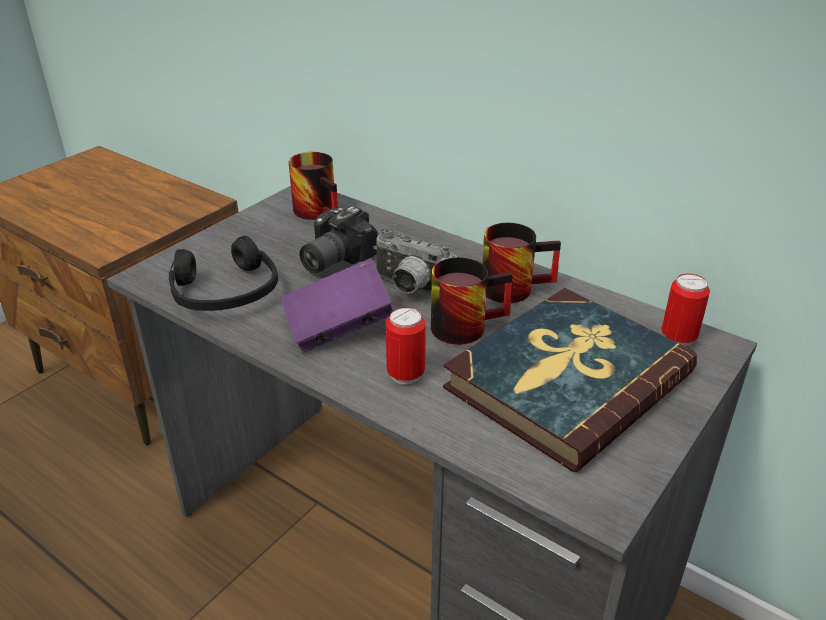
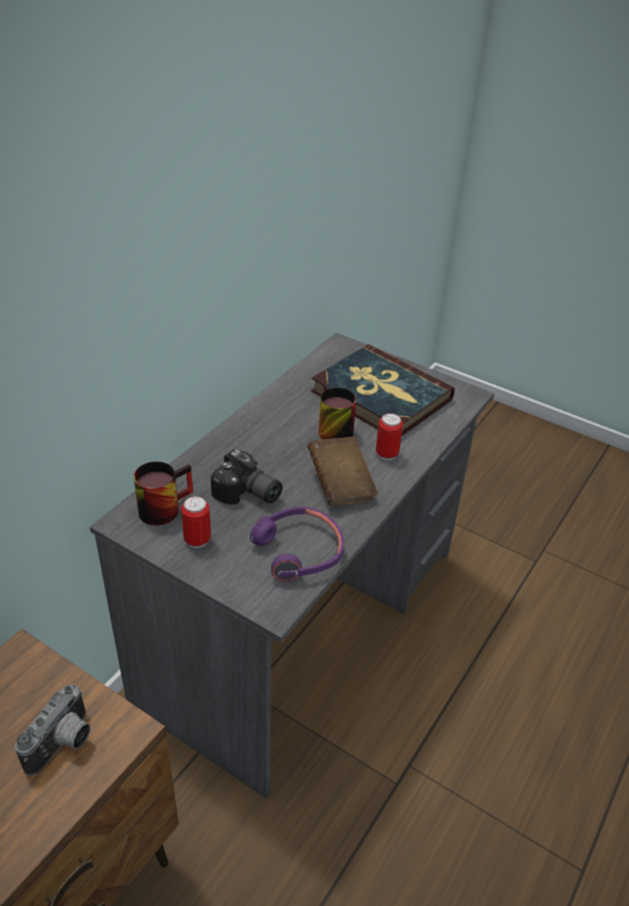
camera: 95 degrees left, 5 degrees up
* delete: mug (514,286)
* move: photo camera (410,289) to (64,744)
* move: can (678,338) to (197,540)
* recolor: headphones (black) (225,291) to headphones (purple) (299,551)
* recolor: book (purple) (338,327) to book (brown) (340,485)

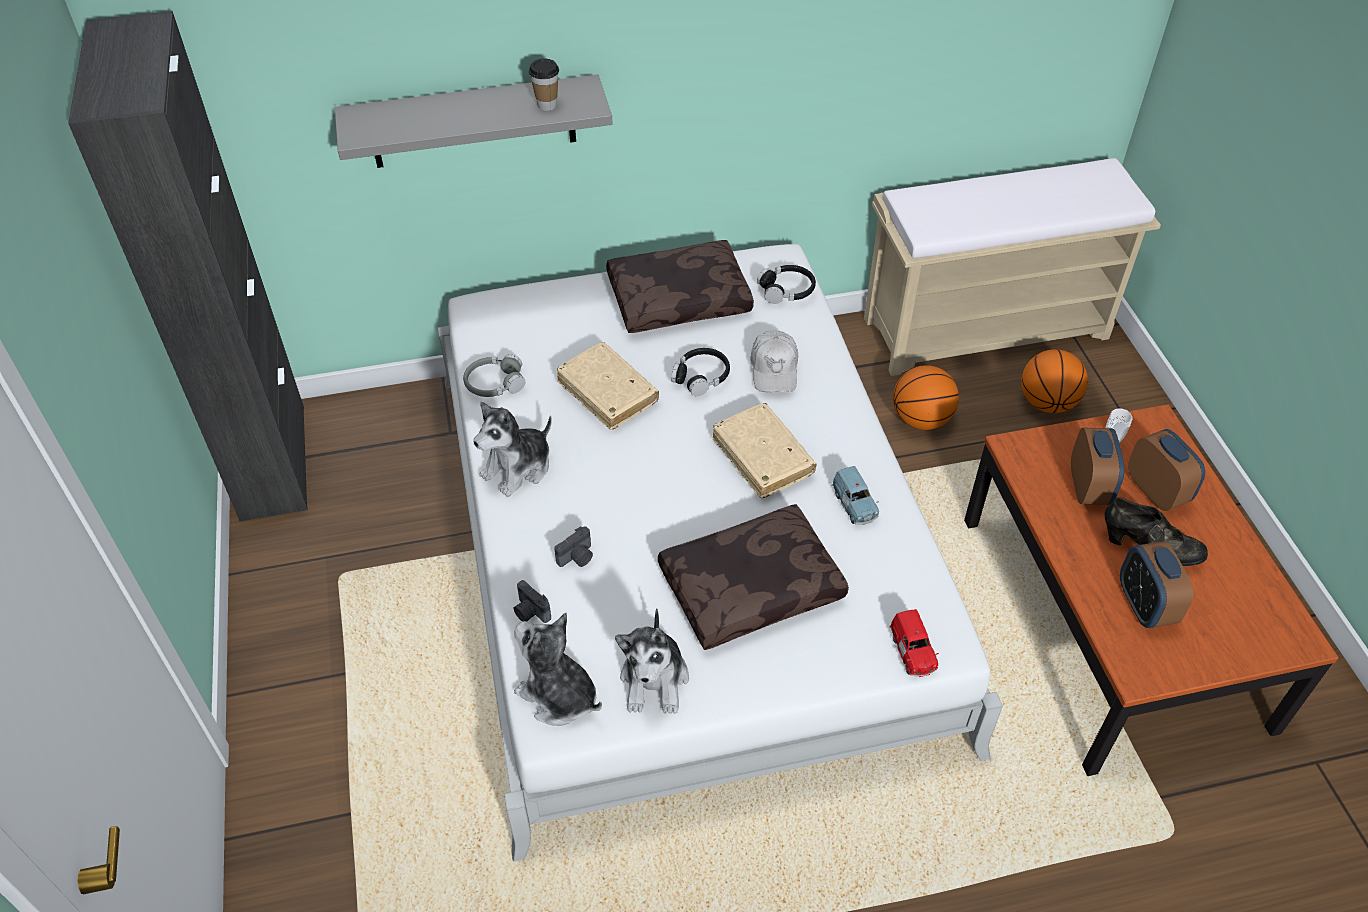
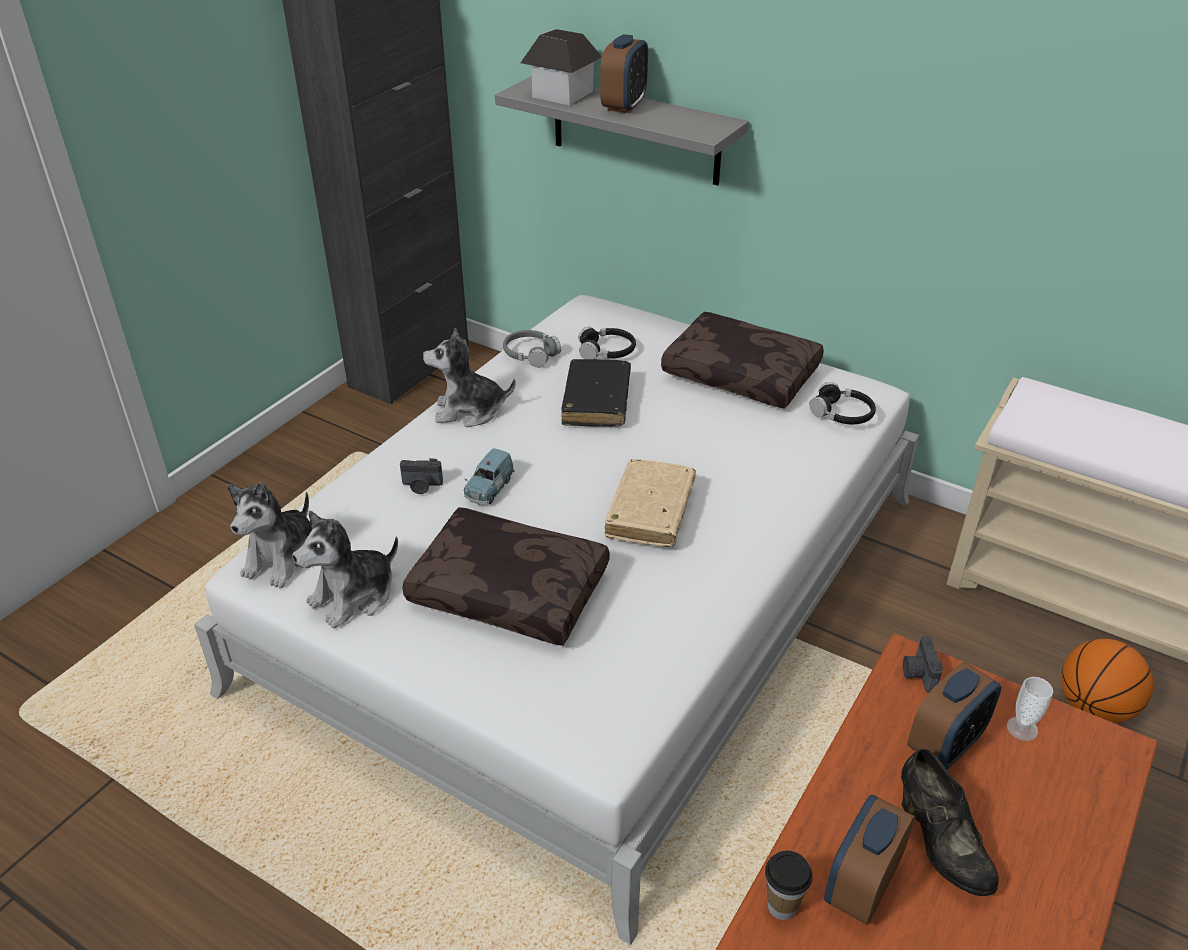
camera: 45 degrees right, 10 degrees down
* delete: cap (white) (774,369)
* delete: toy car (red) (912,652)
* delete: basketball (921,419)
* insert: toy house (562,94)
* move: photo camera (530,612) to (918,674)
* move: cup (547,105) to (782,906)
* move: headphones (black) (701,377) to (607,351)
* move: toy car (blue) (854,505) to (488,489)
* move: alarm clock (1156,491) to (624,106)
* recolor: book (beige) (607,393) to book (black) (596,402)
* rotate: plush toy (558,696) = (283,558) 150 degrees counterclockwise

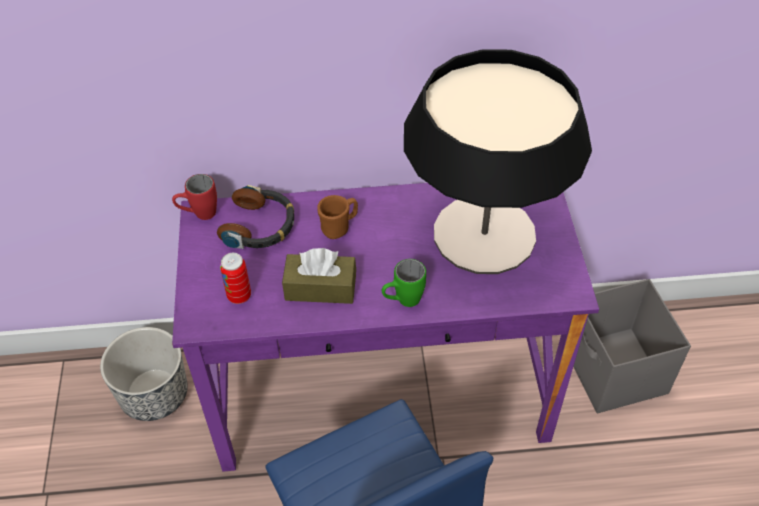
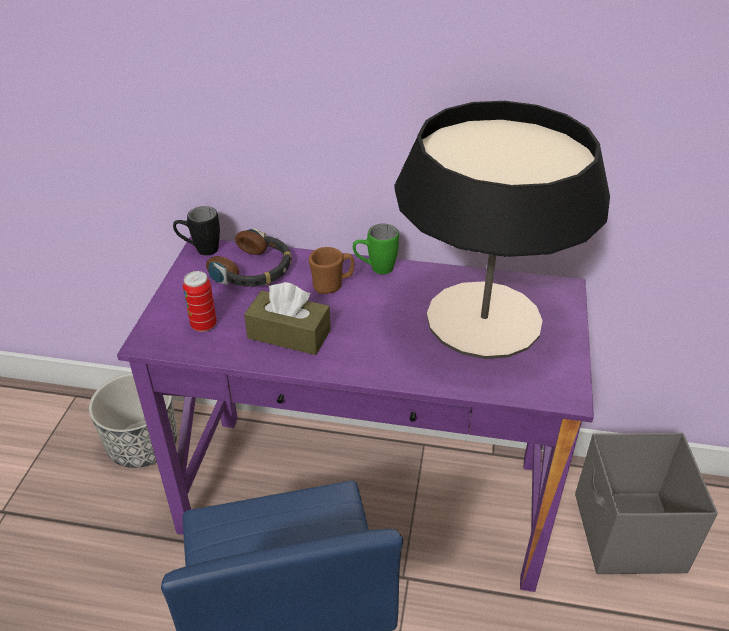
camera: 15 degrees right, 10 degrees down
* move: mug (green) (402,301) to (375,269)
* recolor: mug (red) (199,214) to mug (black) (200,250)

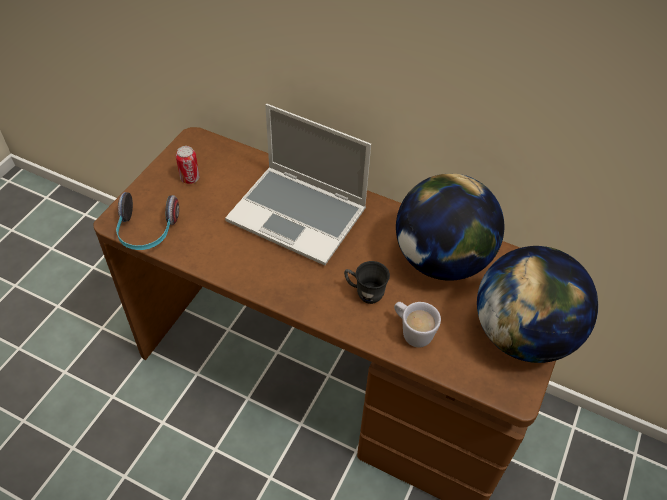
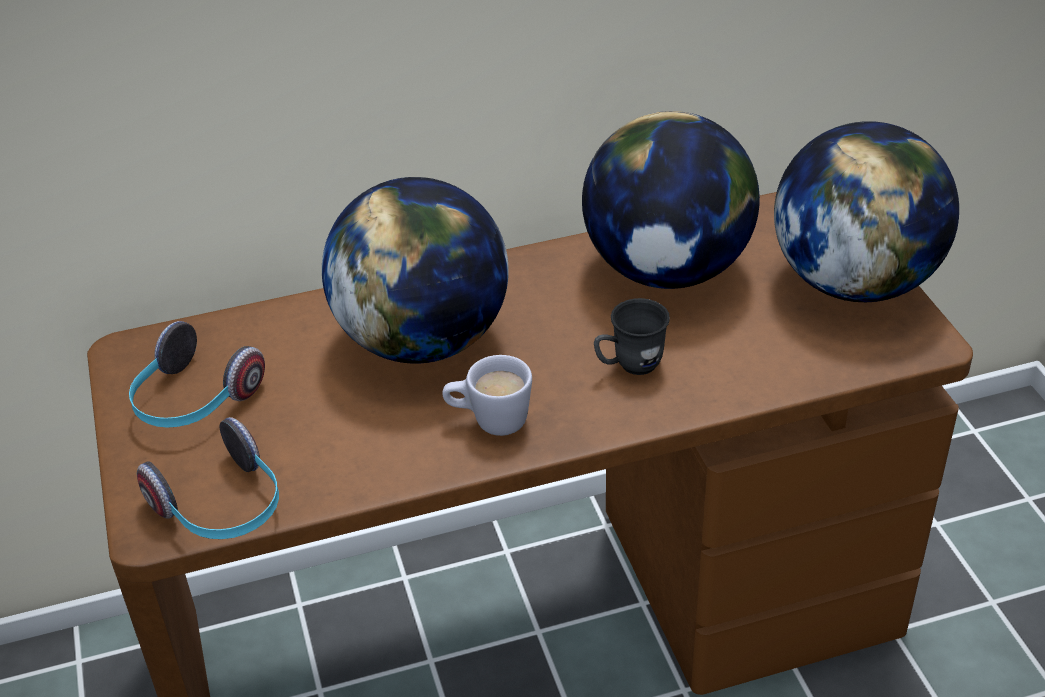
camera: 40 degrees left, 10 degrees down
* move: mug (white) (412,332) to (489,421)
* replace: can (190,178) to headphones (193,401)
* replace: laptop (299,215) to globe (423,340)

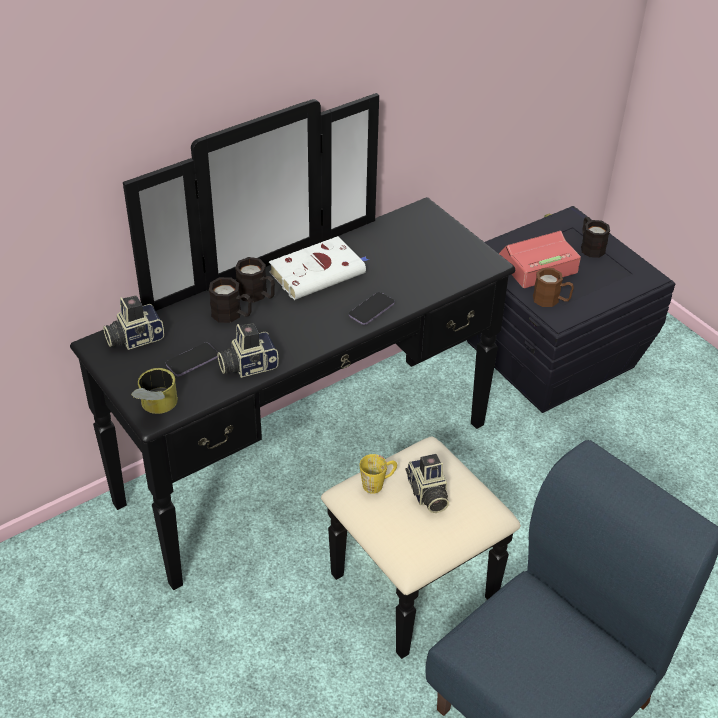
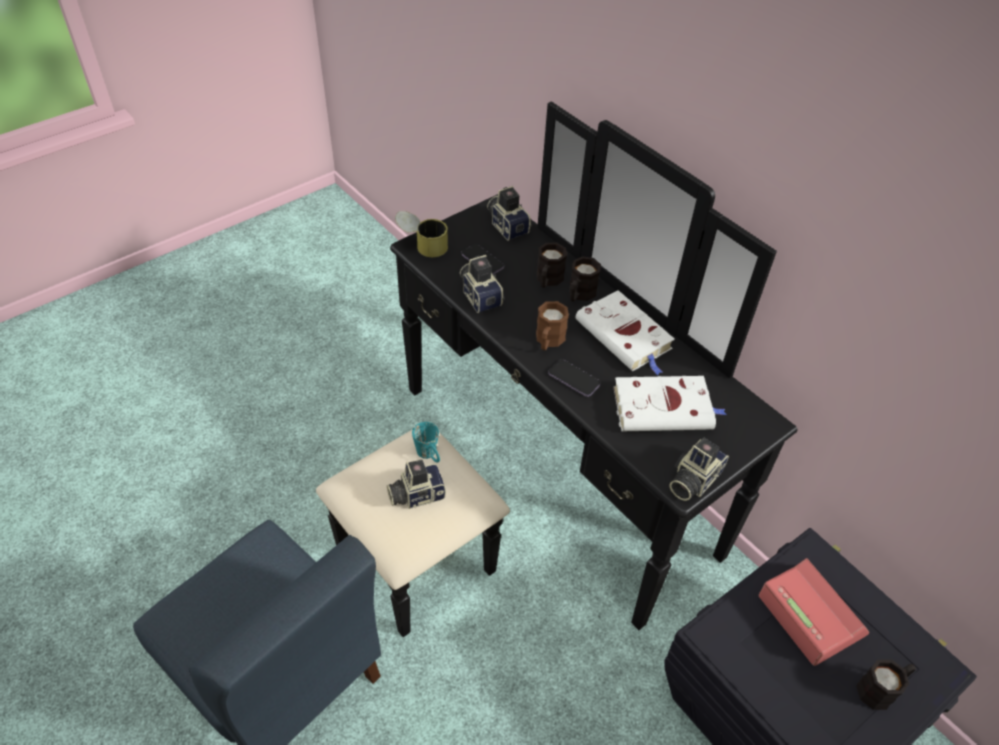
camera: 85 degrees right, 5 degrees up
* insert: book (white) (665,408)
* insert: photo camera (692,479)
* move: mug (brown) (551,300) to (548,341)
* recolor: mug (yellow) (378,483) to mug (turquoise) (430,455)

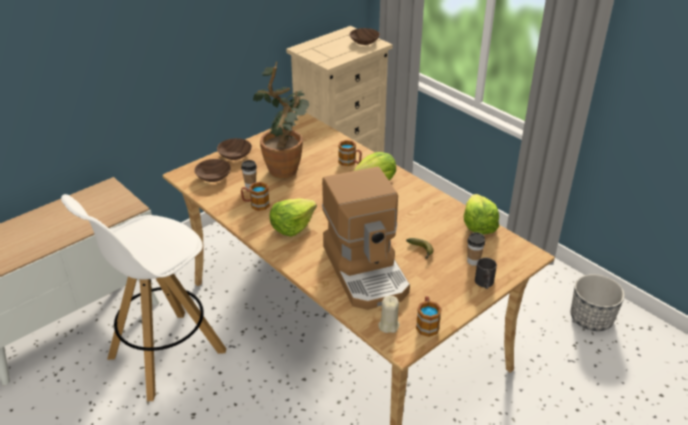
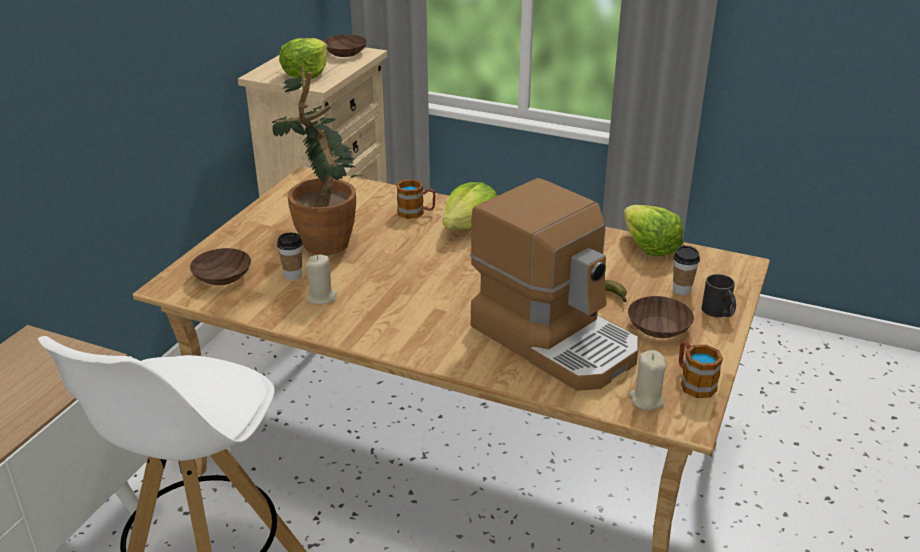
camera: 25 degrees left, 5 degrees down
* delete: planter (591,319)
* move: bowl (brown) (234,155) to (659,328)
* move: lettuce (292,226) to (306,73)
* replace: mug (256,204) to candle (beige) (321,297)

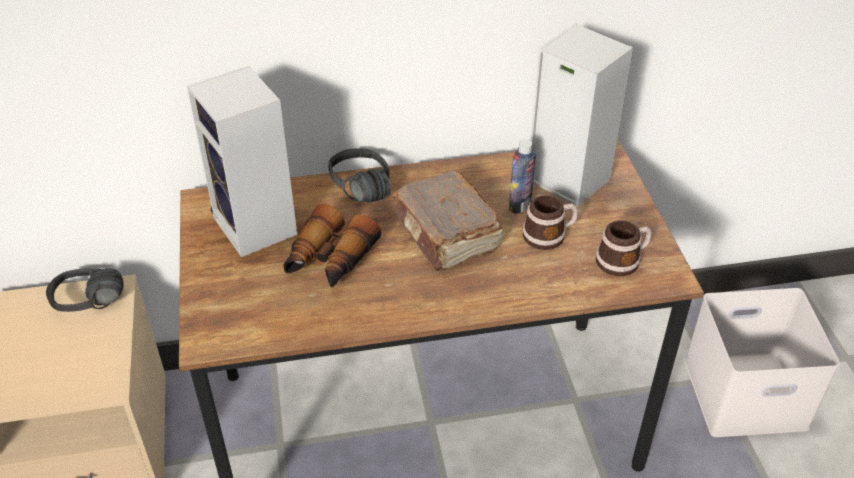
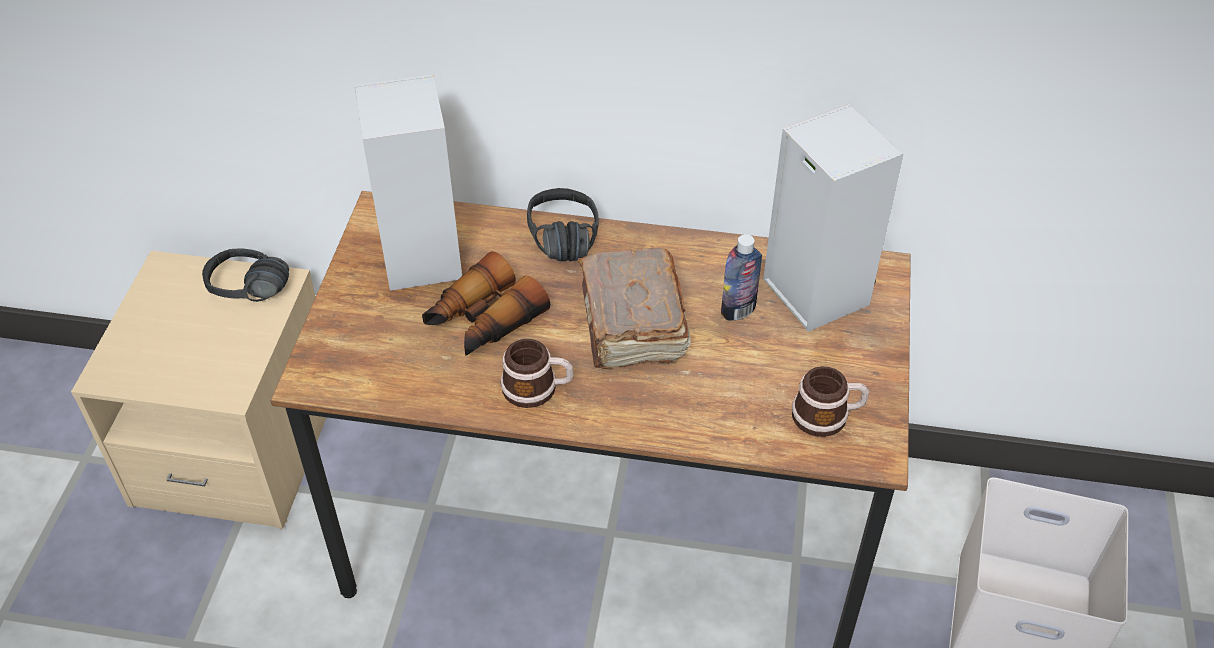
camera: 20 degrees right, 5 degrees up
* move: mug (549,235) to (537,388)

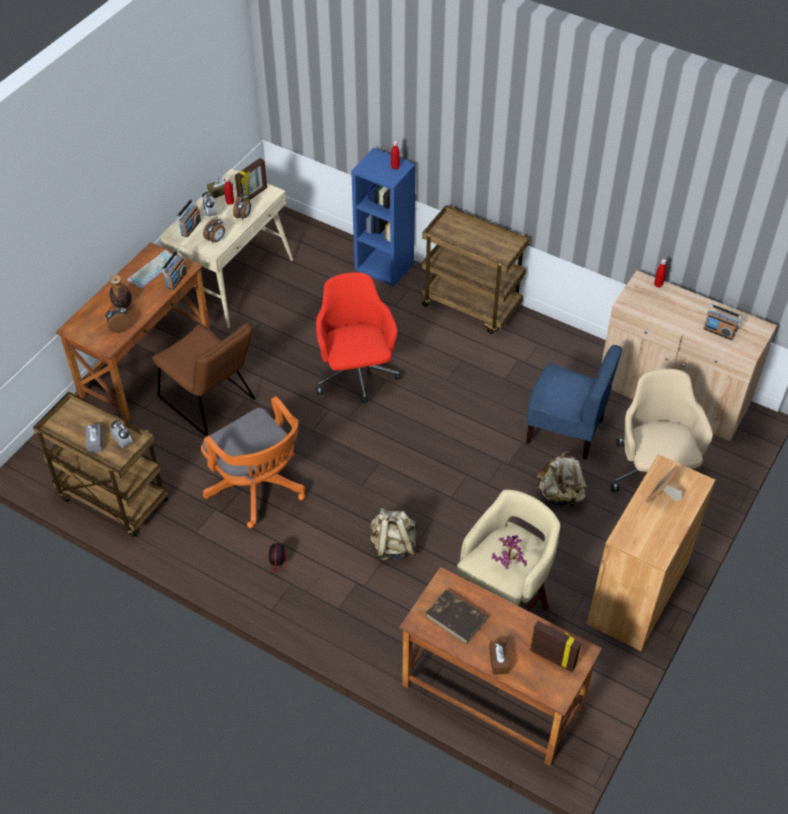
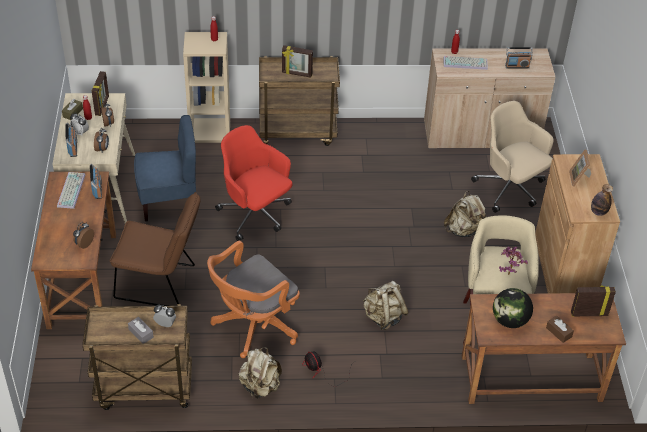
camera: 35 degrees left, 5 degrees down
* insert: backpack (beige) (260,386)
* insert: picture frame (297,74)
* insert: keyboard (466,63)
* move: bottle (122,305) to (598,212)
* move: chair (blue) (565,430) to (168,201)
* replace: book (brown) (456,618) to globe (510,320)
* recolor: bookcase (blue) (385,266) to bookcase (beige) (210,131)
* rotate: office chair (orange) (259,489) = (253,326) 120 degrees clockwise

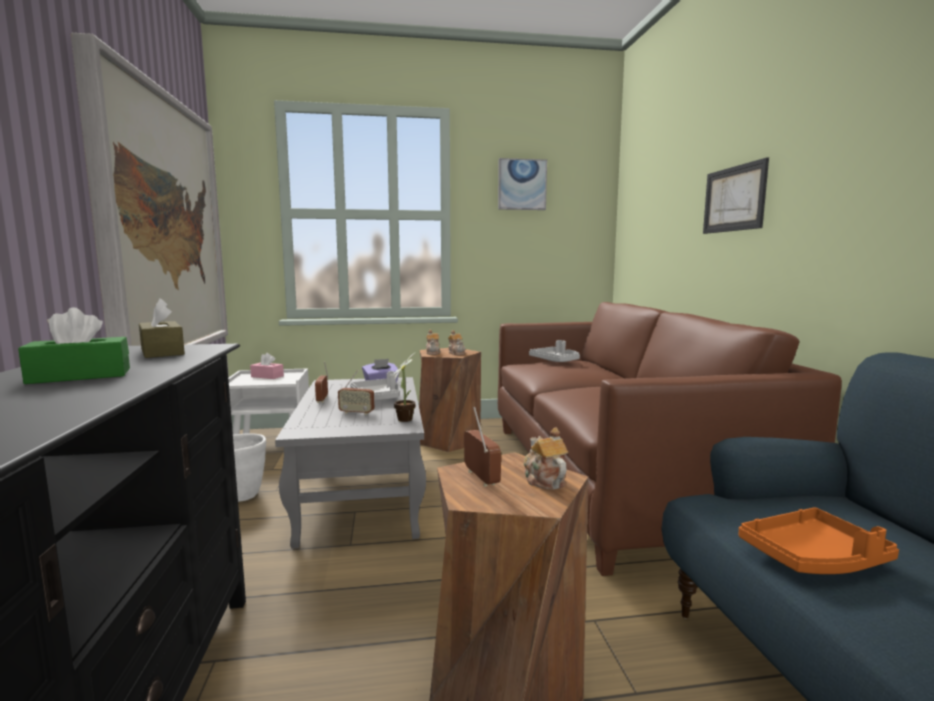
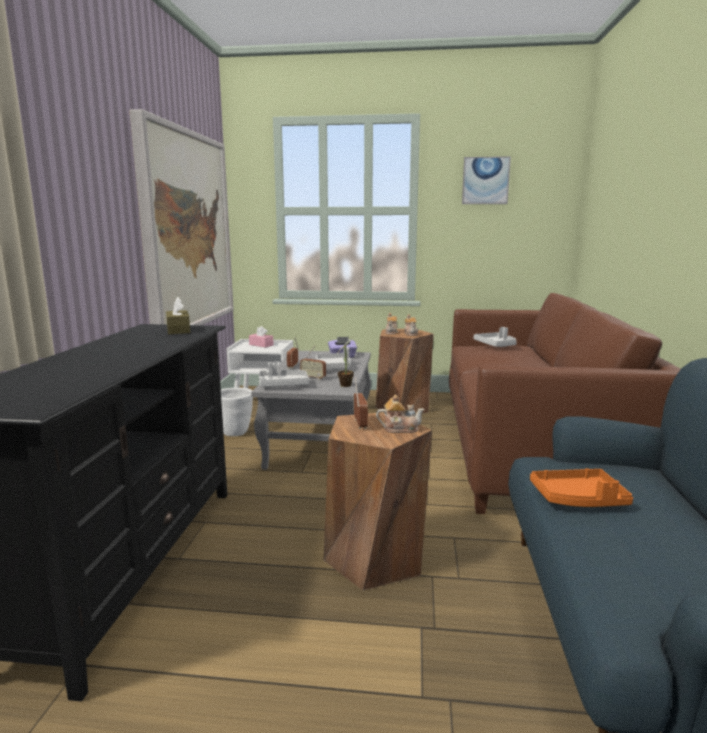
camera: 15 degrees right, 5 degrees up
* delete: tissue box (green) (80,376)
* delete: picture (734,199)
* insert: tray (grey) (283,385)
* rotate: teapot (544,480) = (400,429) 90 degrees clockwise

